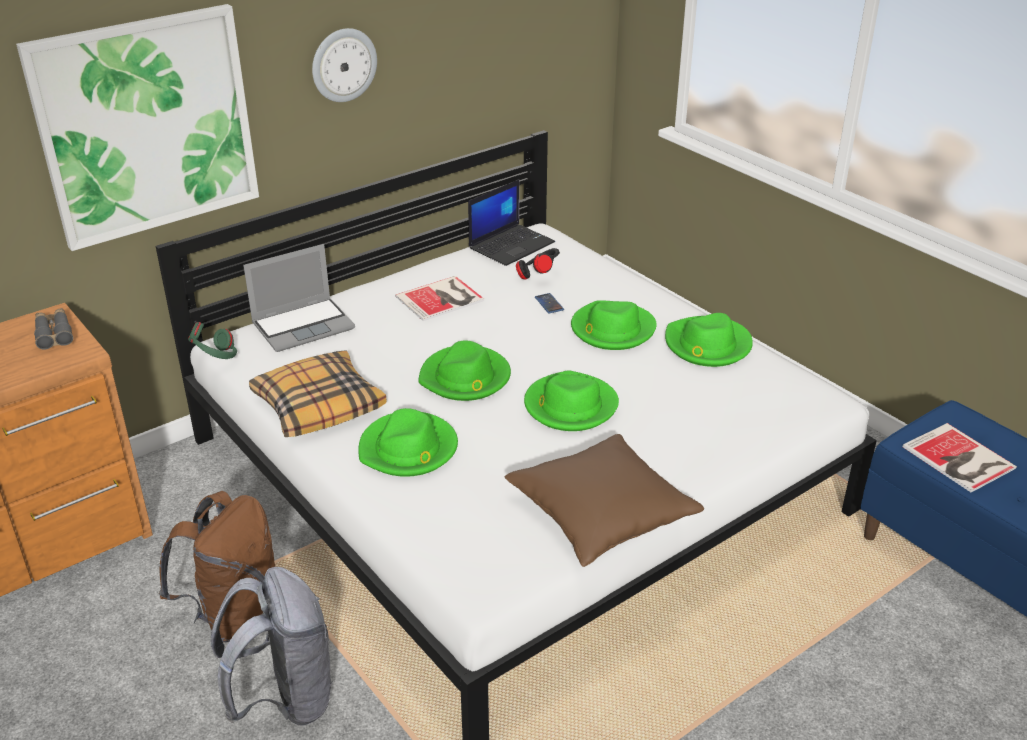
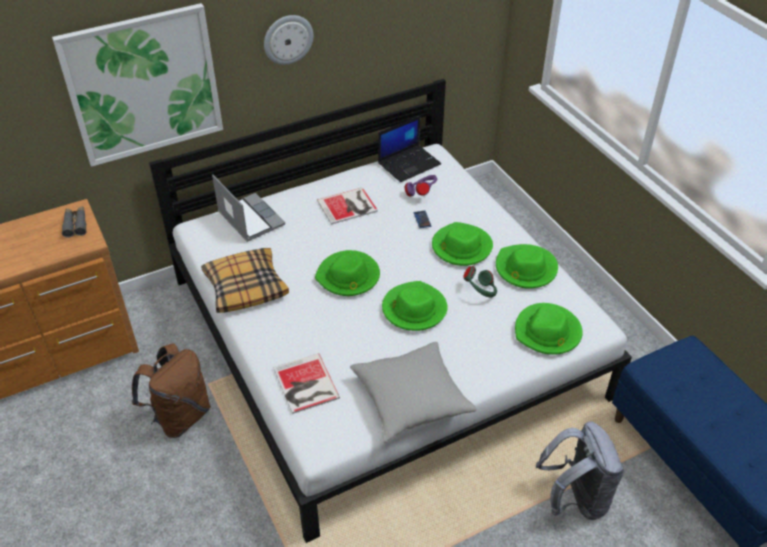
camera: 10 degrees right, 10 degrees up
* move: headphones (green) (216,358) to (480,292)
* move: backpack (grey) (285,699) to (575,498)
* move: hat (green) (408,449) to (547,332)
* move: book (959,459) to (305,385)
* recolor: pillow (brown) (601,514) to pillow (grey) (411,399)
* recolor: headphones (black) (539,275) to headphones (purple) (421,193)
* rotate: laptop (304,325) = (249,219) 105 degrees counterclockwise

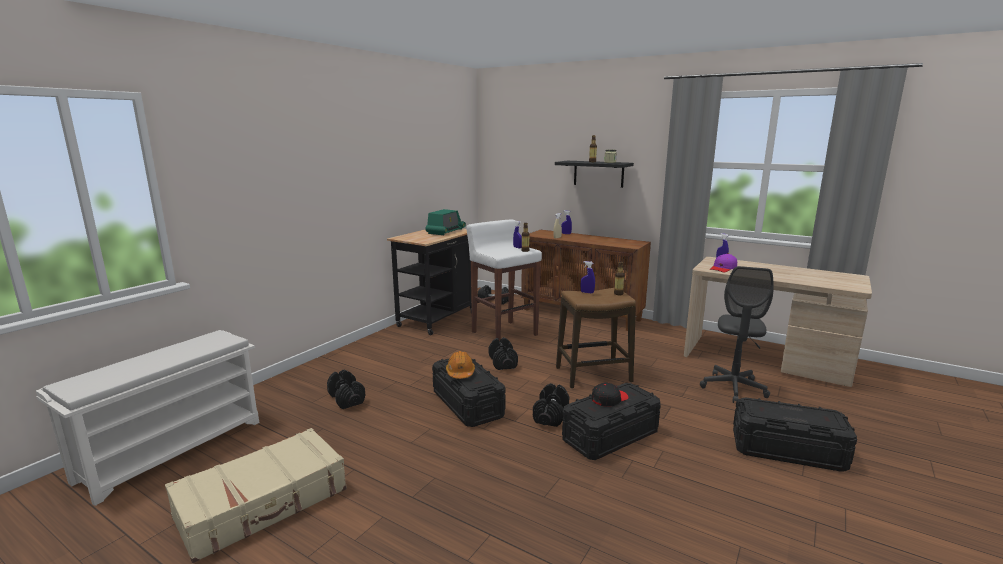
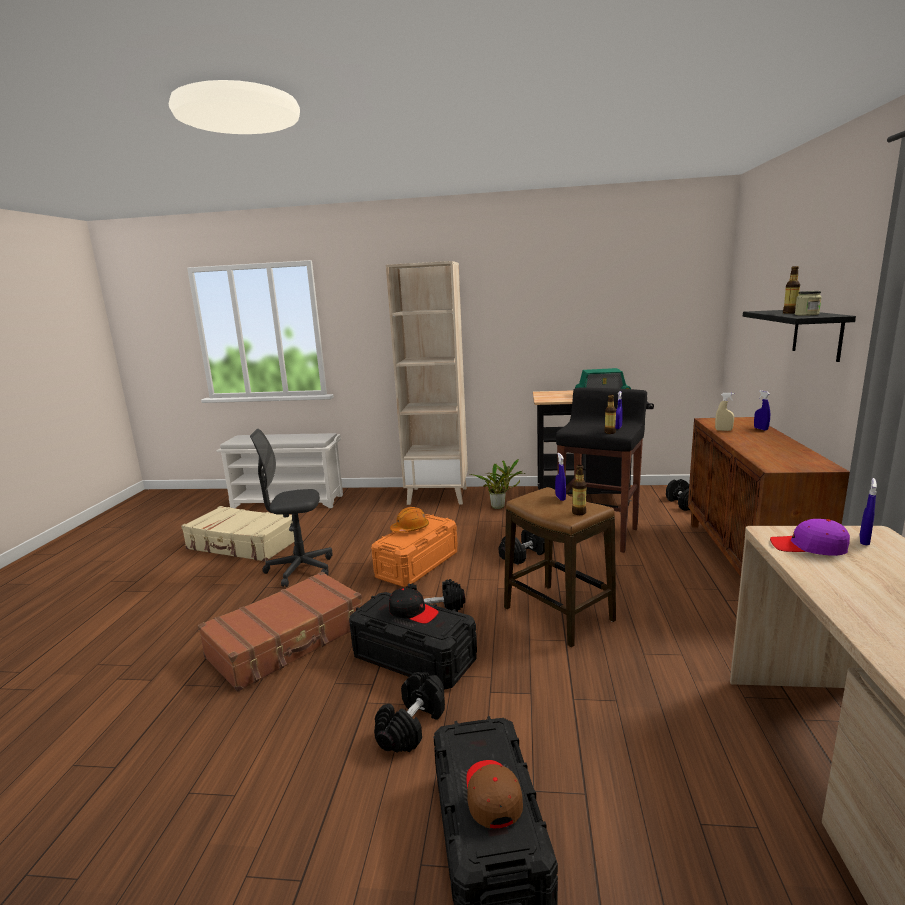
camera: 65 degrees right, 0 degrees up
* insert: suitcase (brown) (288,641)
* insert: bookcase (beige) (438,496)
* insert: cap (brown) (492,796)
* insert: potted plant (500,507)
* move: dumbbell (black) (347,399) to (412,726)
* move: office chair (grey) (733,388) to (300,569)
* recolor: storage box (black) (467,404) to storage box (orange) (417,565)
* recolor: stool (white) (504,333) to stool (black) (599,534)

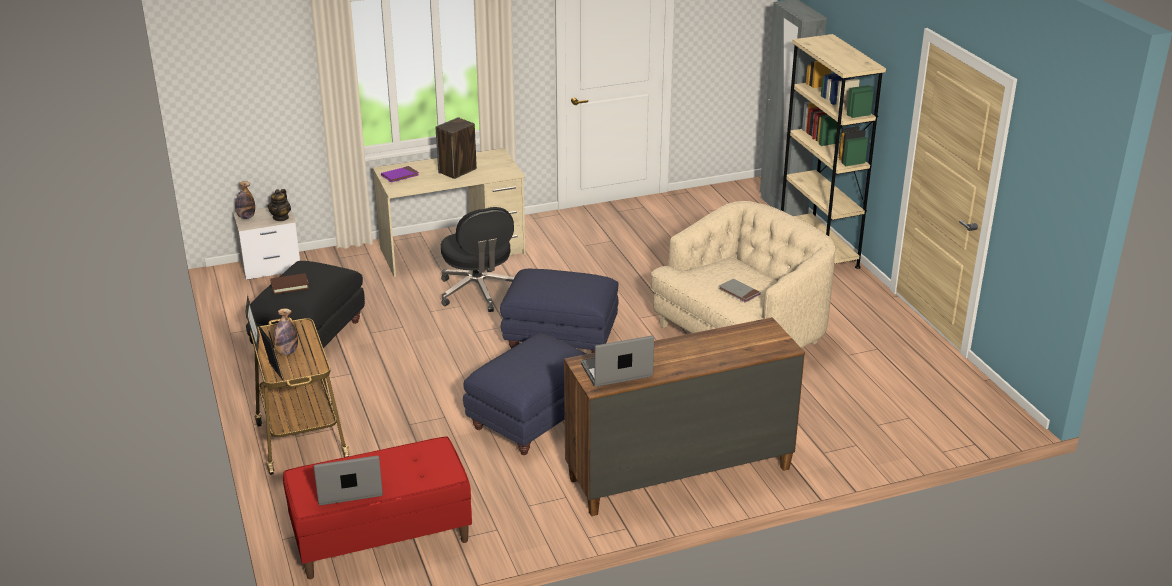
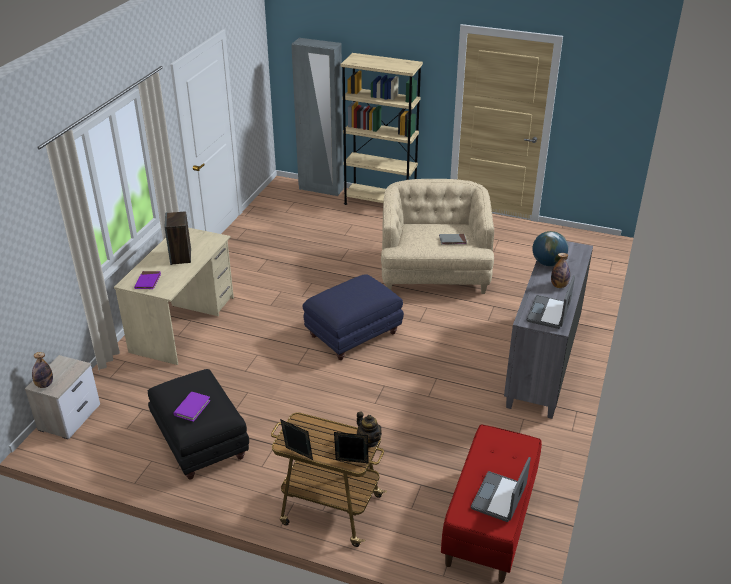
camera: 50 degrees left, 5 degrees up
* delete: office chair (black) (479,292)
* delete: ottoman (blue) (533,419)
* insert: globe (548,263)
* move: teapot (281,217) to (369,441)
* move: bottle (286,352) to (559,286)
* recolor: book (brown) (289,285) to book (purple) (192,408)
* recolor: dresser (brown) (678,473) to dresser (grey) (542,364)

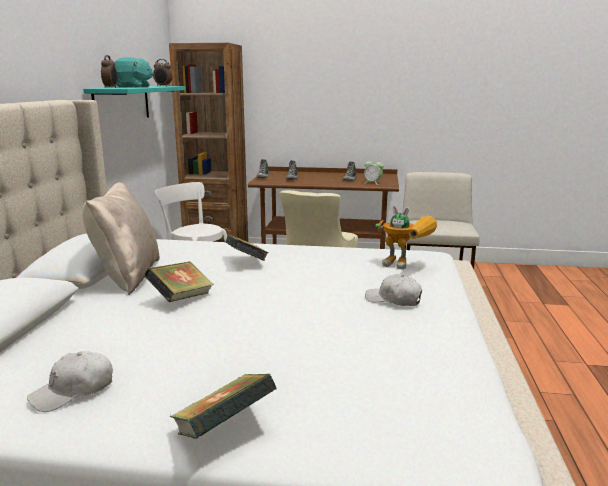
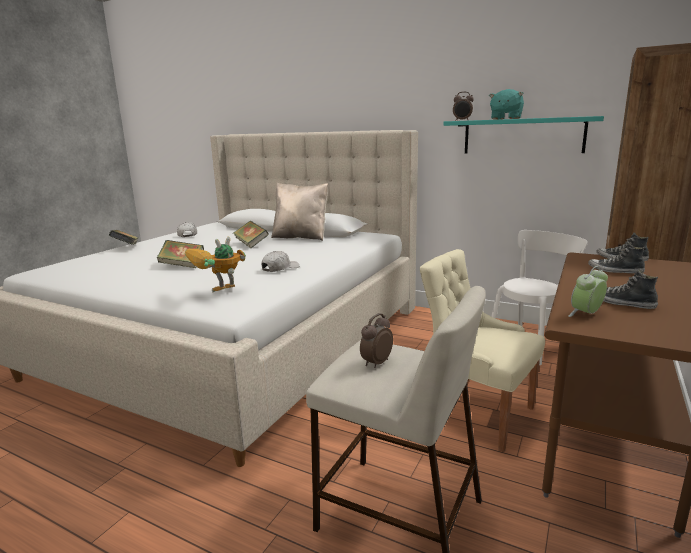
camera: 110 degrees right, 0 degrees up
* move: alarm clock (163,86) to (375,363)
* move: book (246,262) to (182,266)
* move: cap (white) (393,300) to (280,268)

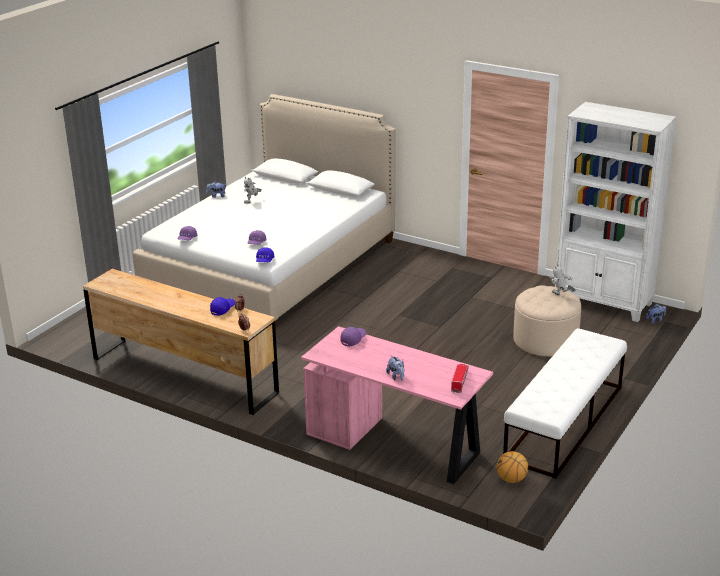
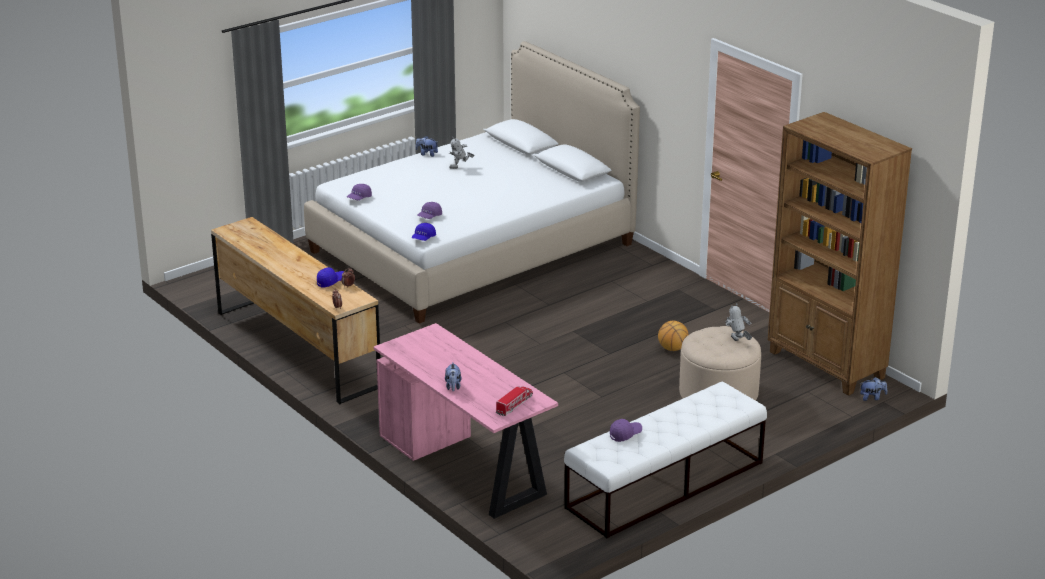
camera: 20 degrees right, 0 degrees up
* move: cap (purple) (353,340) to (625,434)
* move: basketball (511,479) to (672,349)
* recolor: bookcase (white) (604,303) to bookcase (brown) (826,365)

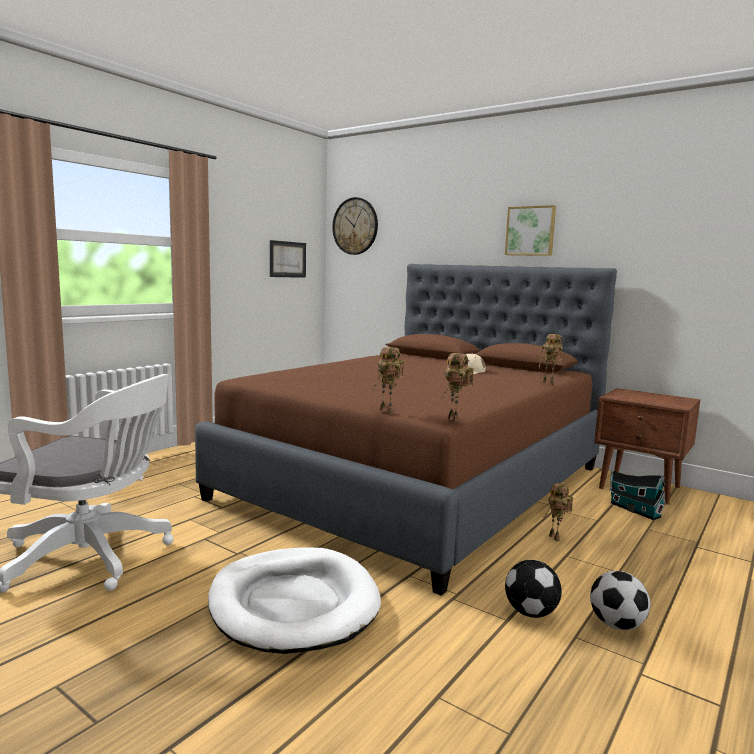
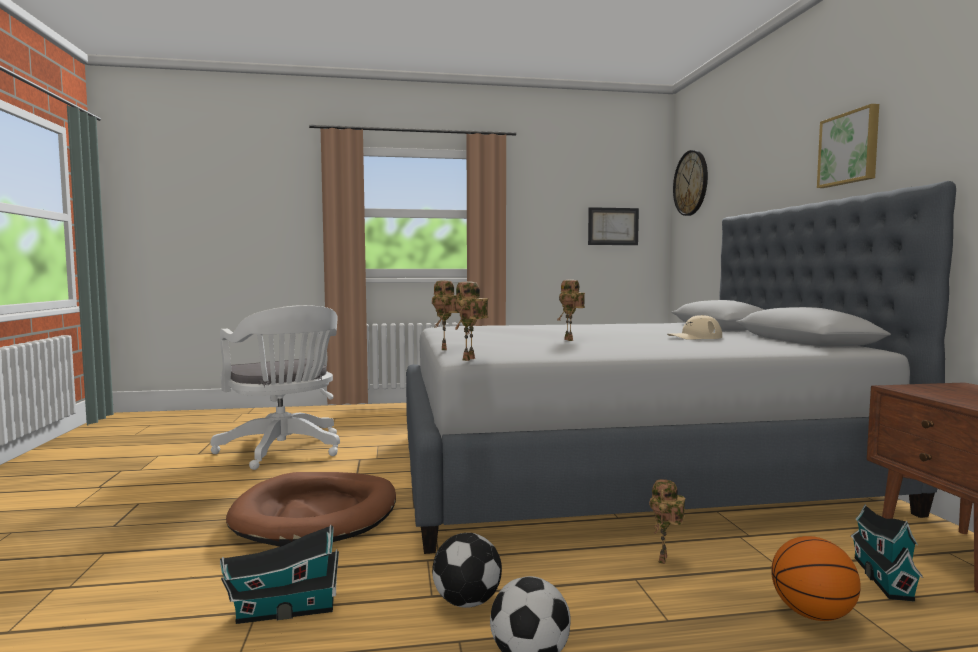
camera: 45 degrees right, 5 degrees down
* insert: toy house (282,611)
* insert: basketball (812,614)
* move: toy robot (549,383) to (570,340)
* recolor: bed (brown) (418,482) to bed (grey) (620,468)
* recolor: dog bed (white) (294,604) to dog bed (brown) (317,514)

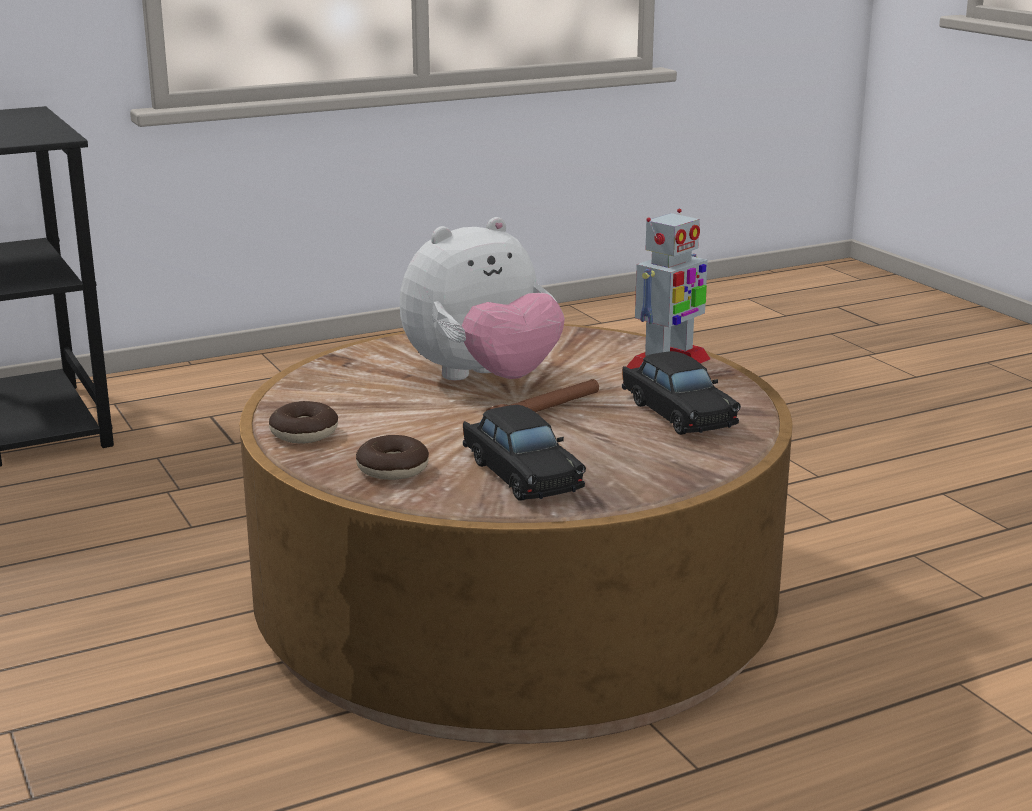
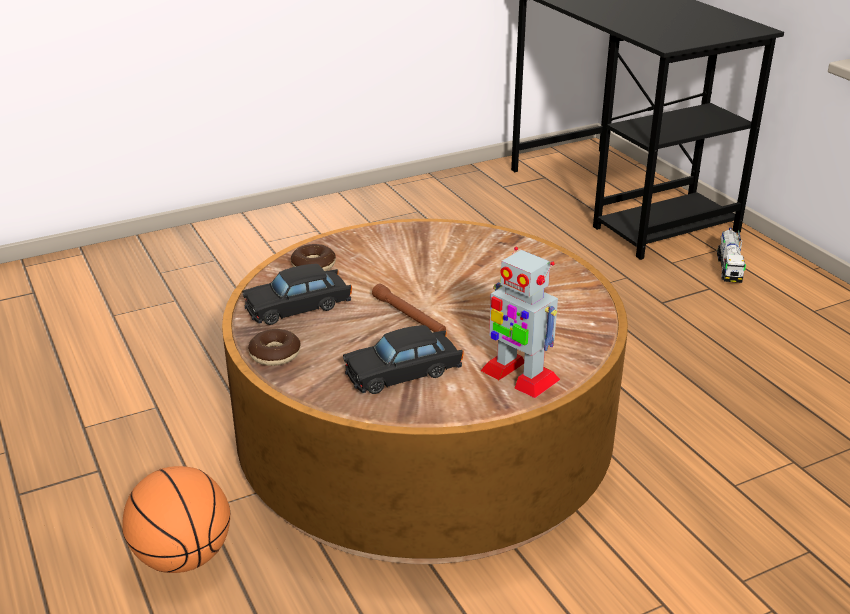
camera: 90 degrees right, 10 degrees up
* delete: plush toy (482,379)
* insert: basketball (183,557)
* insert: toy truck (729,268)
* move: donut (304,433) to (275,355)

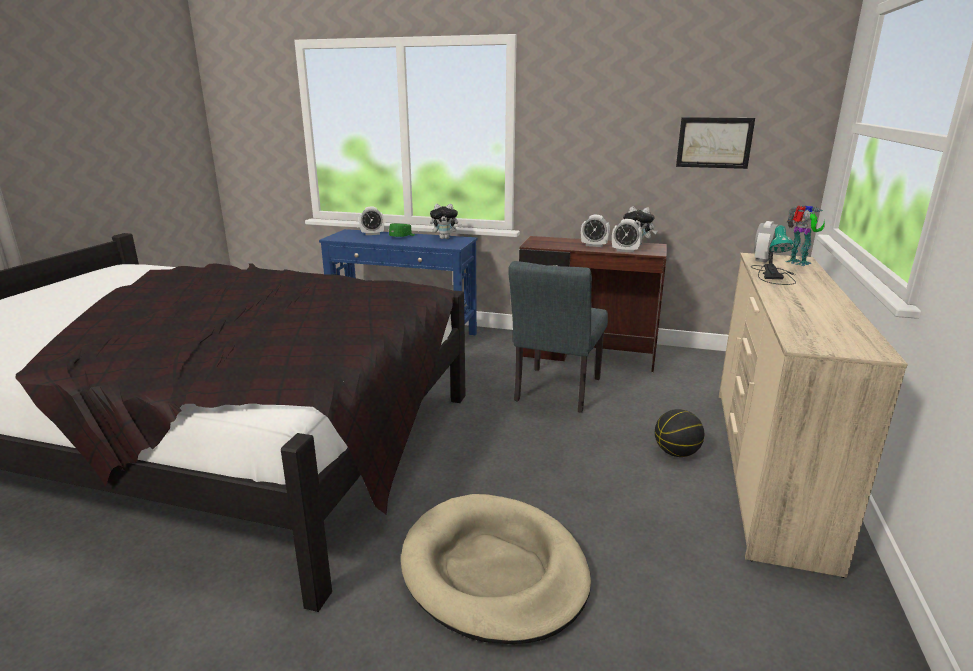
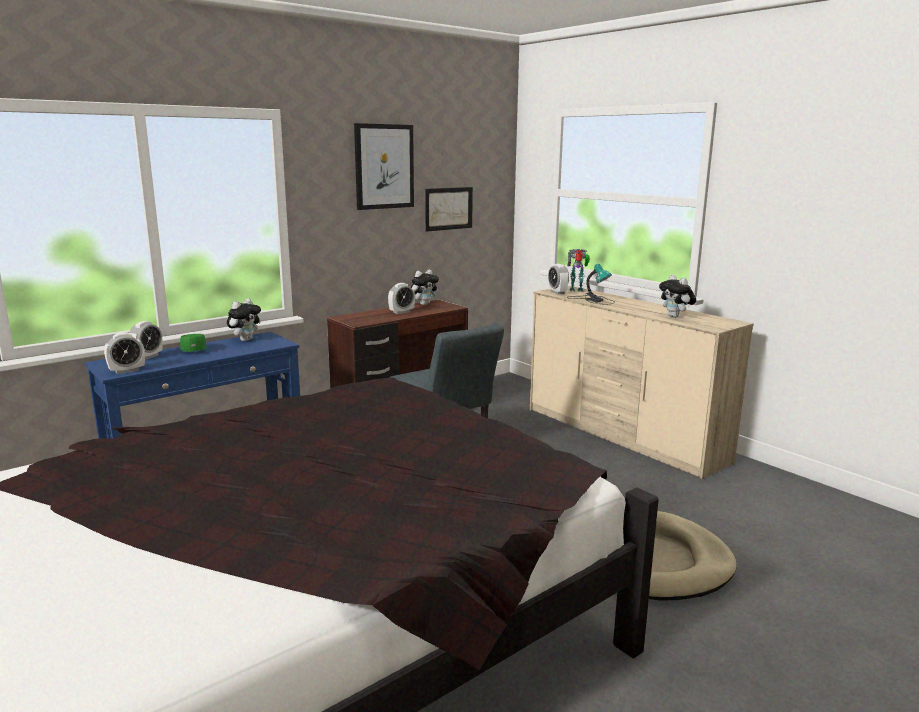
camera: 55 degrees left, 5 degrees down
* delete: basketball (676,453)
* insert: picture (384,166)
* insert: plush toy (675,317)
* move: alarm clock (625,251) to (127,371)

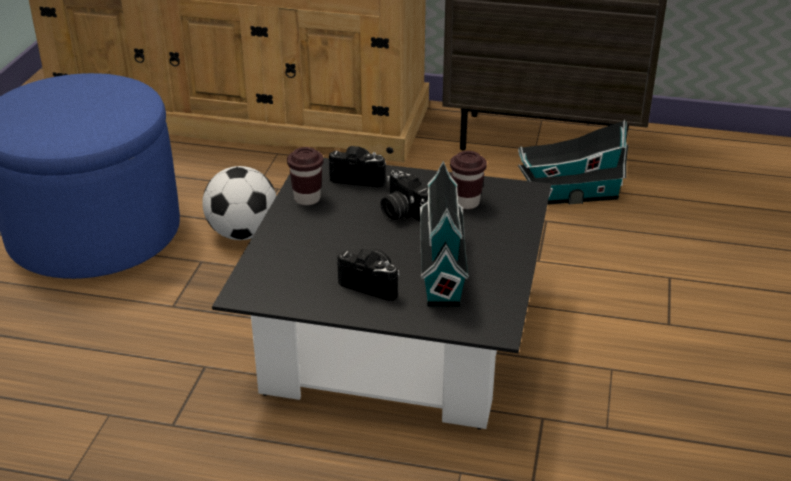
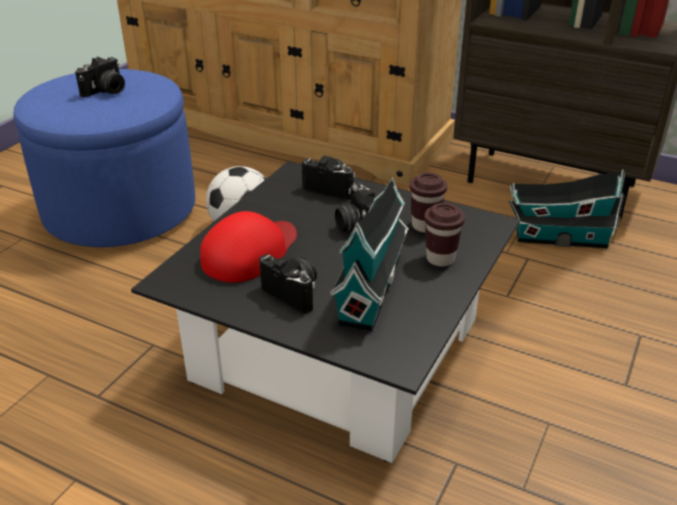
camera: 15 degrees right, 0 degrees up
* insert: photo camera (106,91)
* insert: cap (red) (250,252)
* move: cup (brown) (307,199) to (440,259)

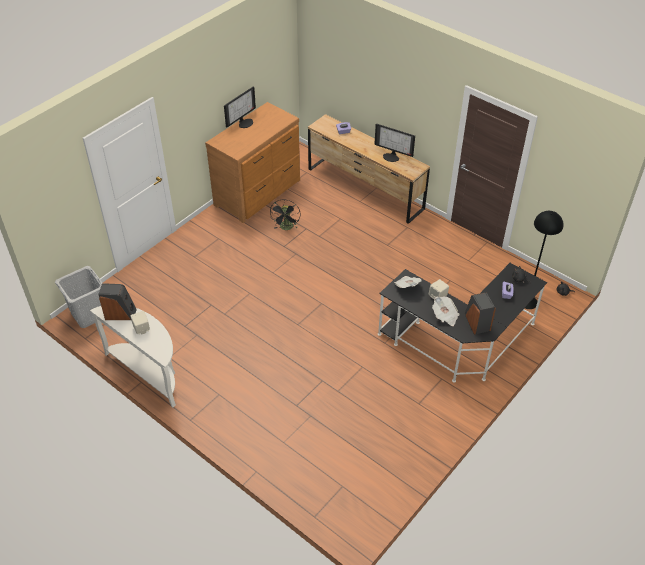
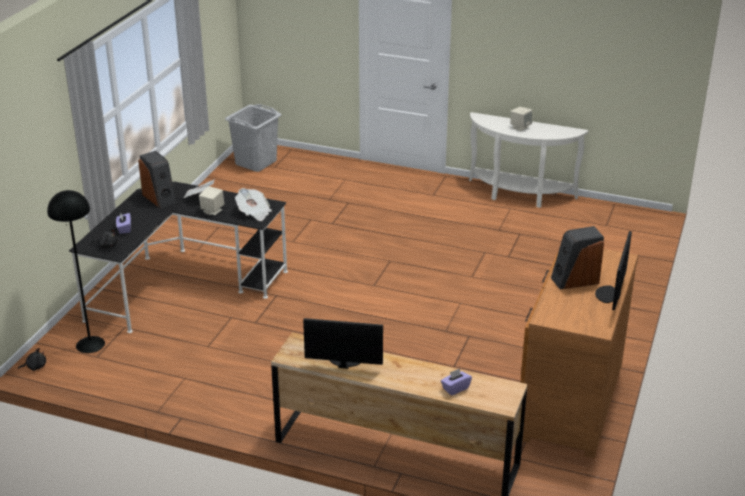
camera: 160 degrees right, 15 degrees down
* delete: fan (black) (286,228)
* move: laundry basket (grey) (88,314) to (256,163)
* move: speaker (120,313) to (575,280)

